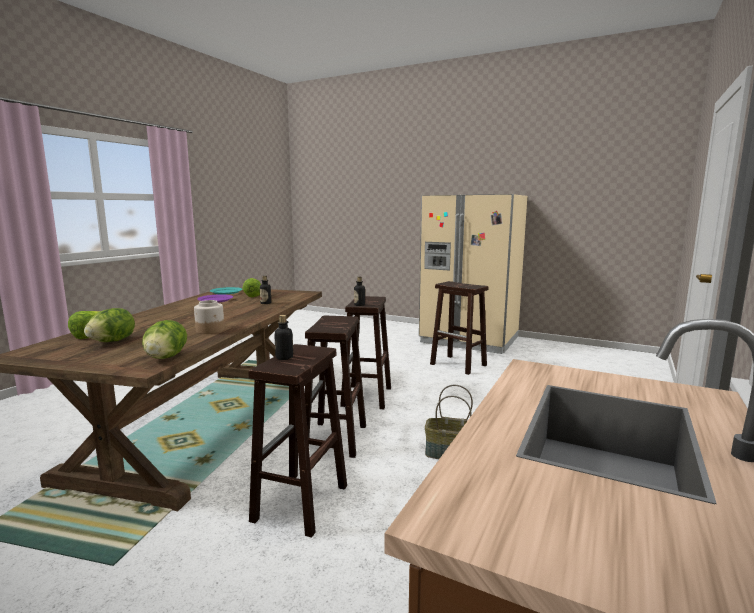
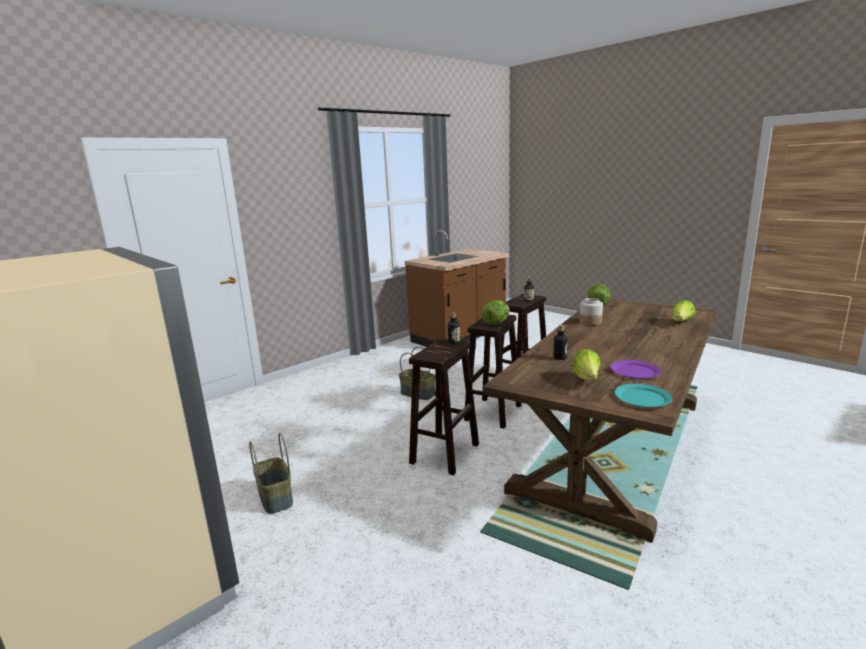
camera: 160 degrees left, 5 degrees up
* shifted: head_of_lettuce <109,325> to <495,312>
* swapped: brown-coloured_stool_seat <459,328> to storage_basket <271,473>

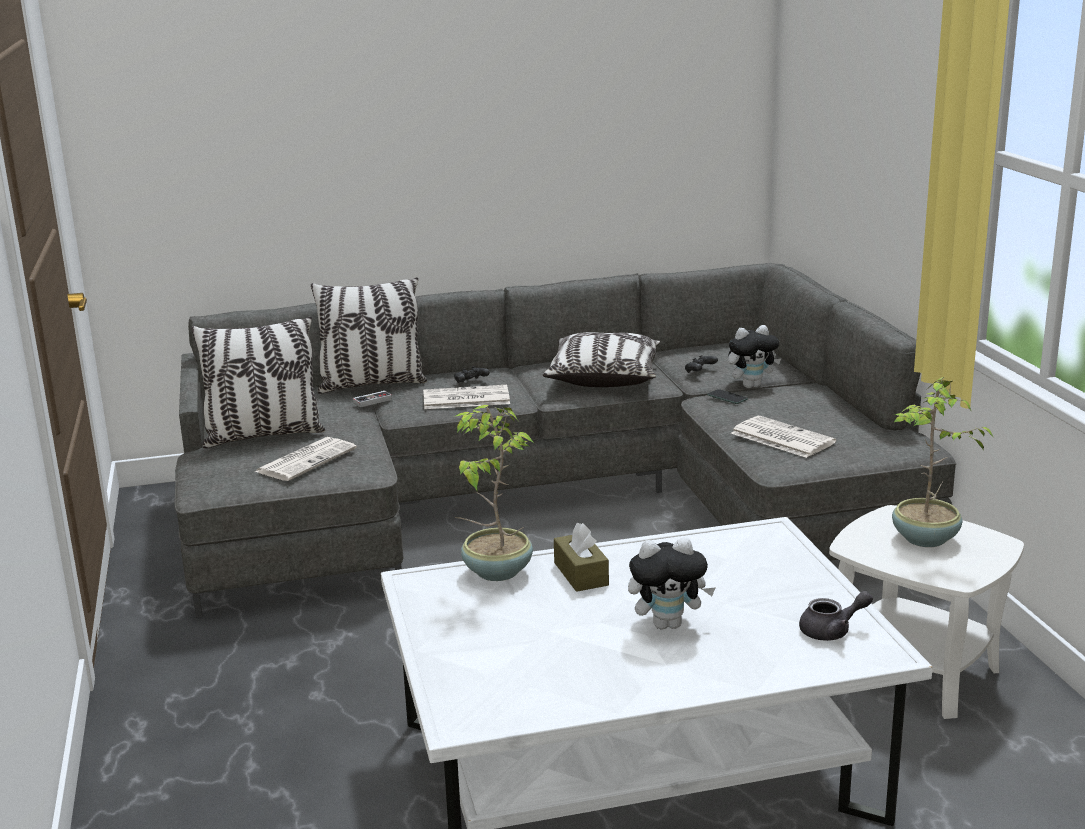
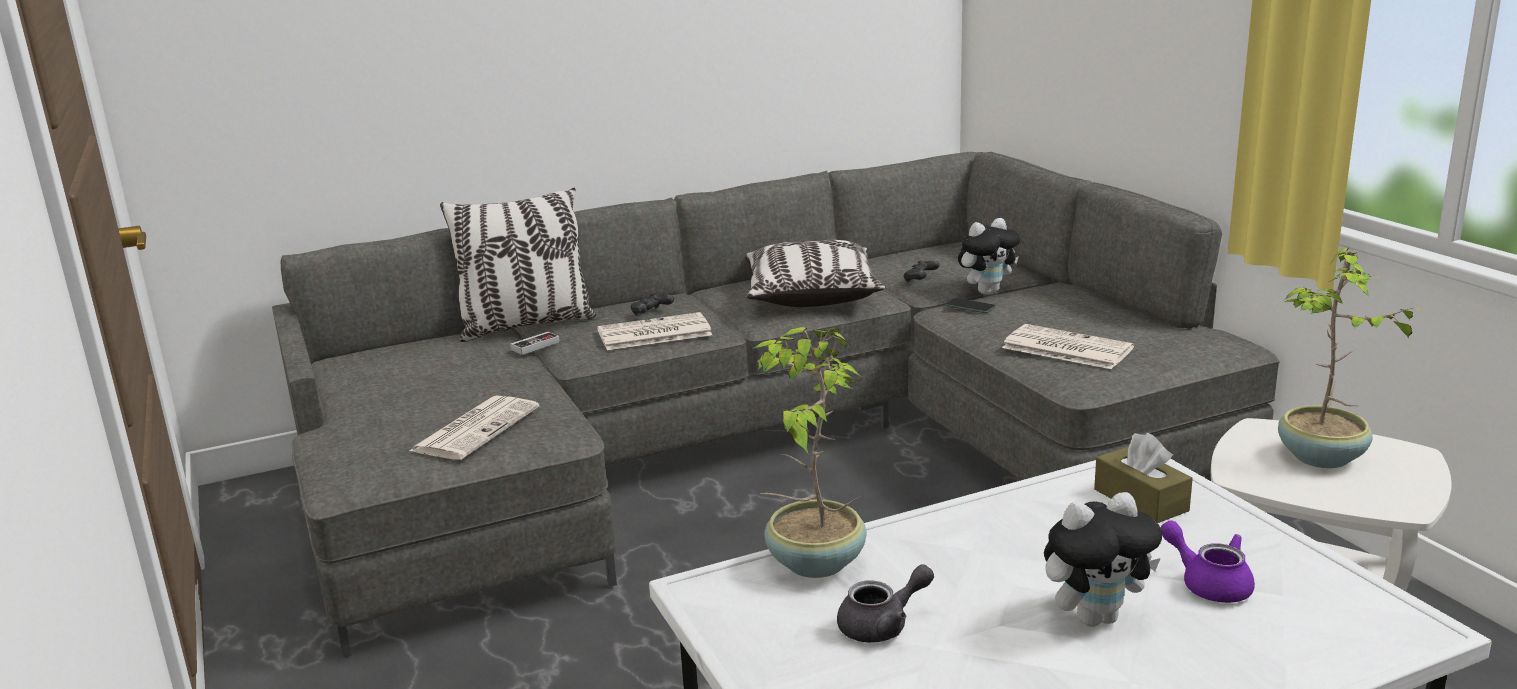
camera: 10 degrees left, 0 degrees up
* gone: throw_pillow <258,382>
* shifted: brown-coloured_box_of_tissues <581,557> to <1143,478>
* shifted: grey_teapot <836,616> to <885,603>
* new: purplish_teapot <1207,561>

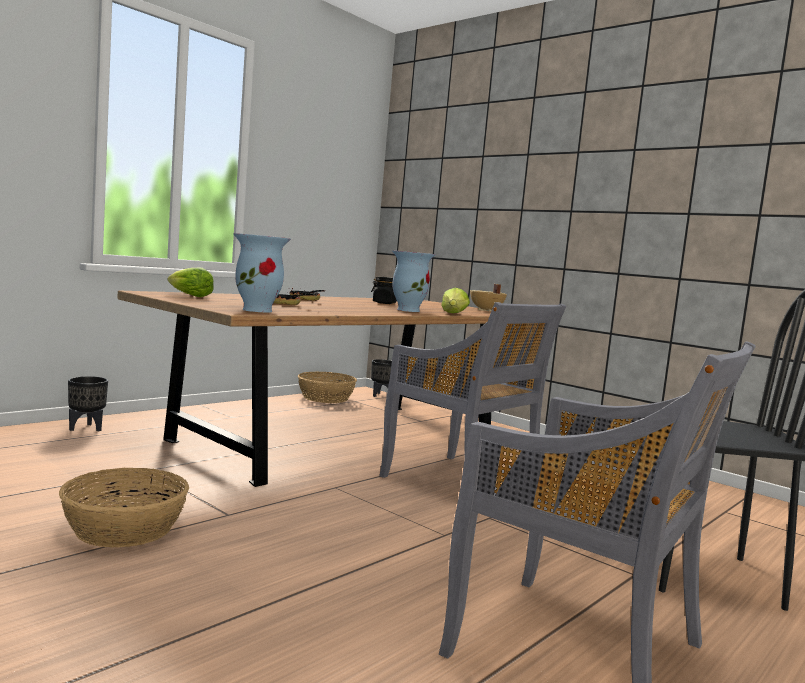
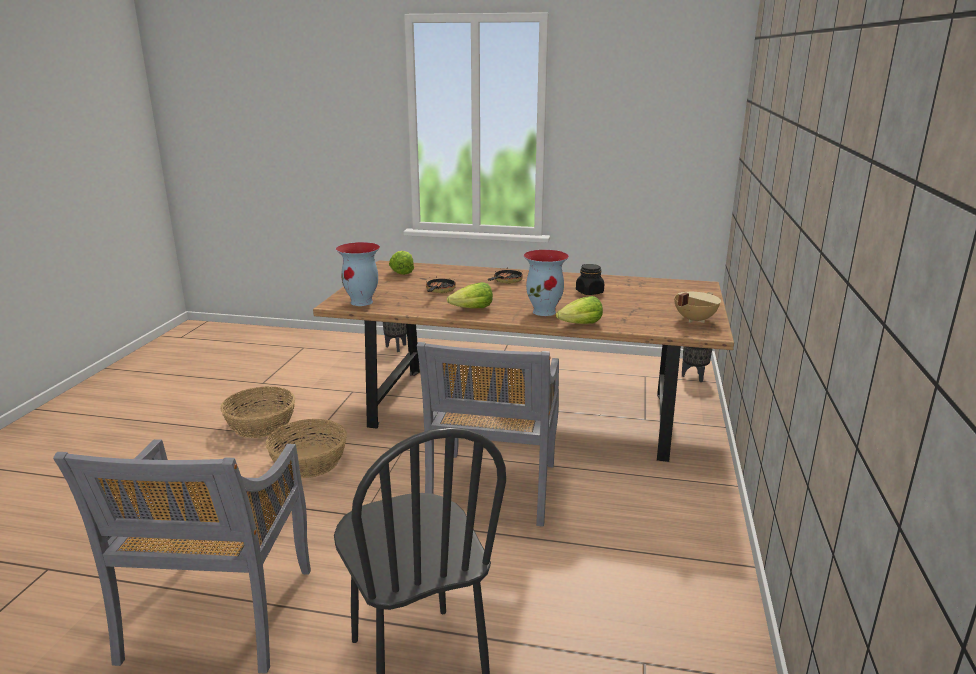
camera: 60 degrees right, 15 degrees up
* shifted: storage_basket <327,387> to <306,448>
* new: head_of_lettuce <470,295>

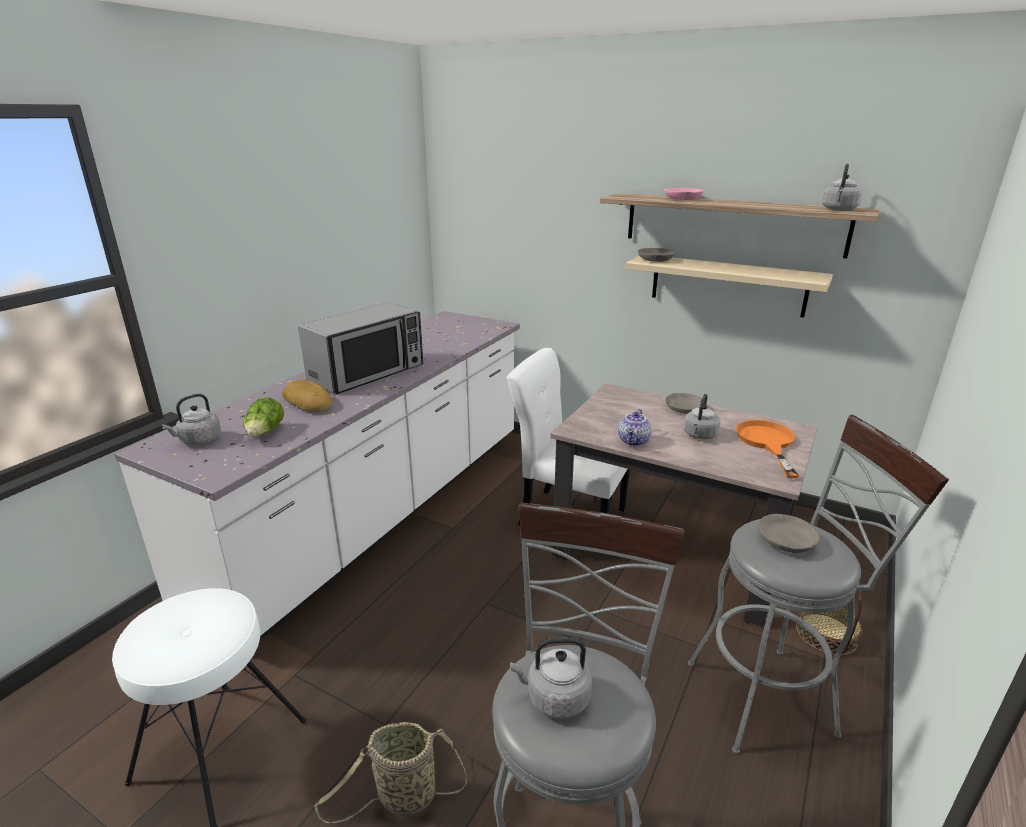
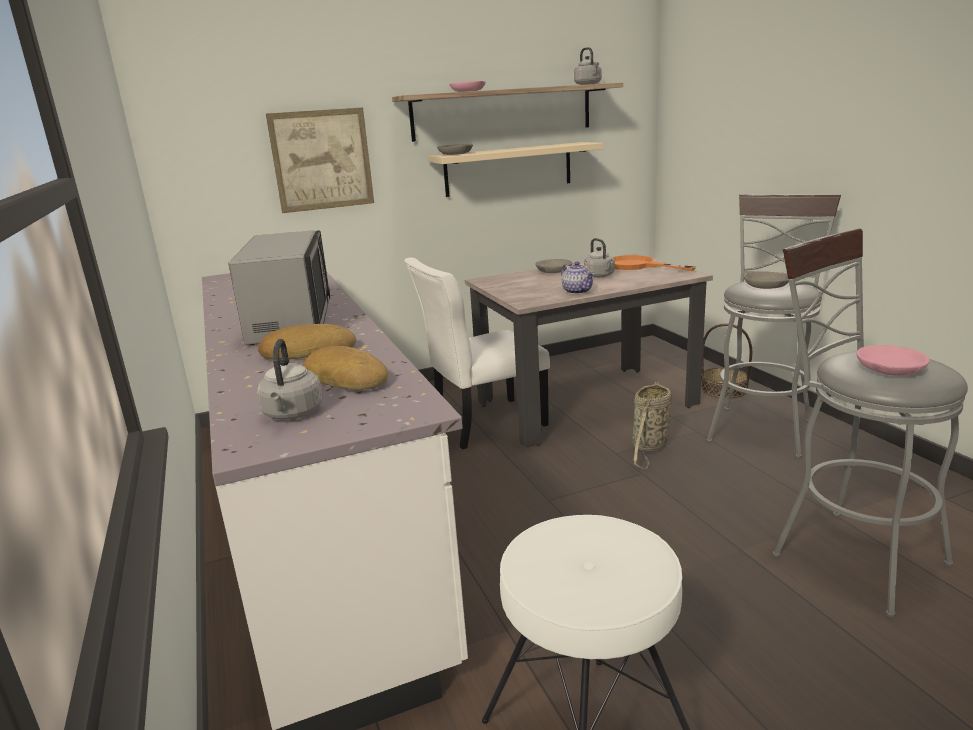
camera: 50 degrees left, 5 degrees down
* swapped: head_of_lettuce <264,417> to bakery_bread <345,368>
* shifted: storage_basket <390,772> to <652,425>
* swapped: grey_tea_kettle <551,678> to pink_bowl <893,360>
* new: wall_picture <320,160>

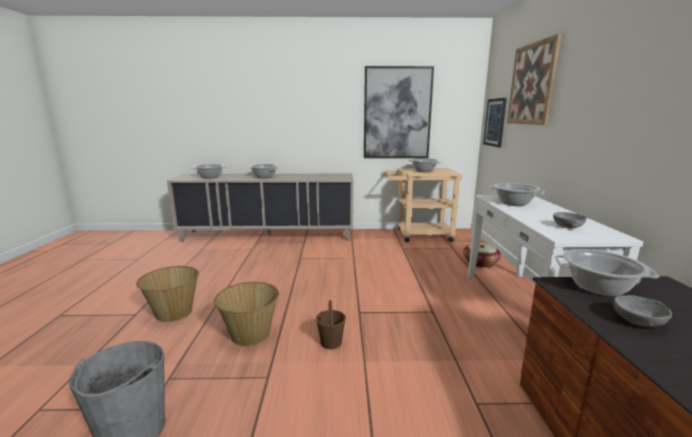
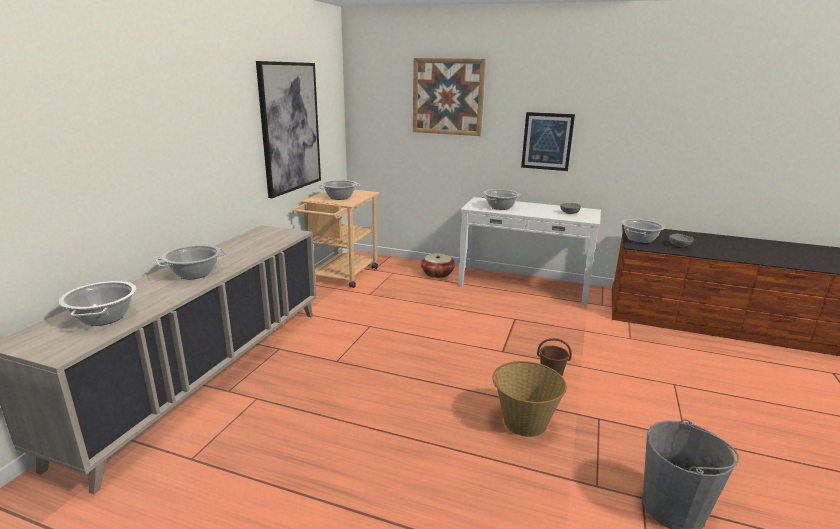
camera: 70 degrees left, 5 degrees up
* gone: storage_basket <167,294>
* shifted: wall_picture <495,122> to <548,141>

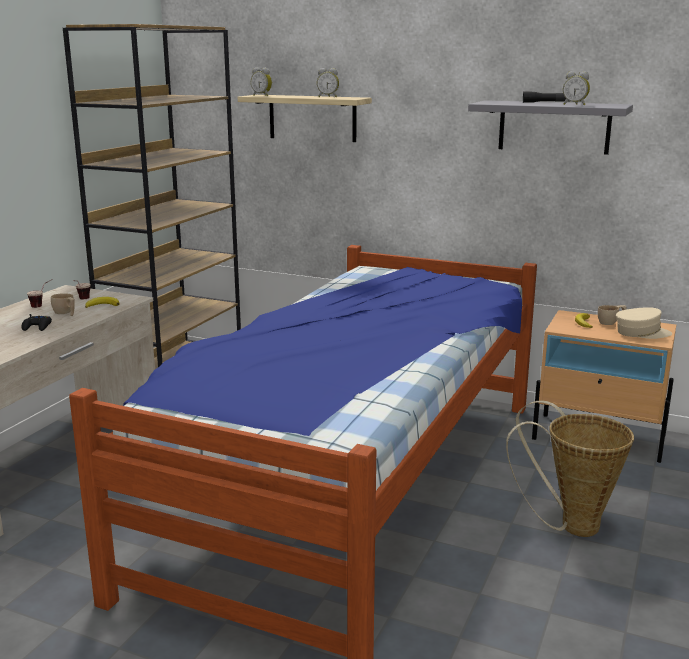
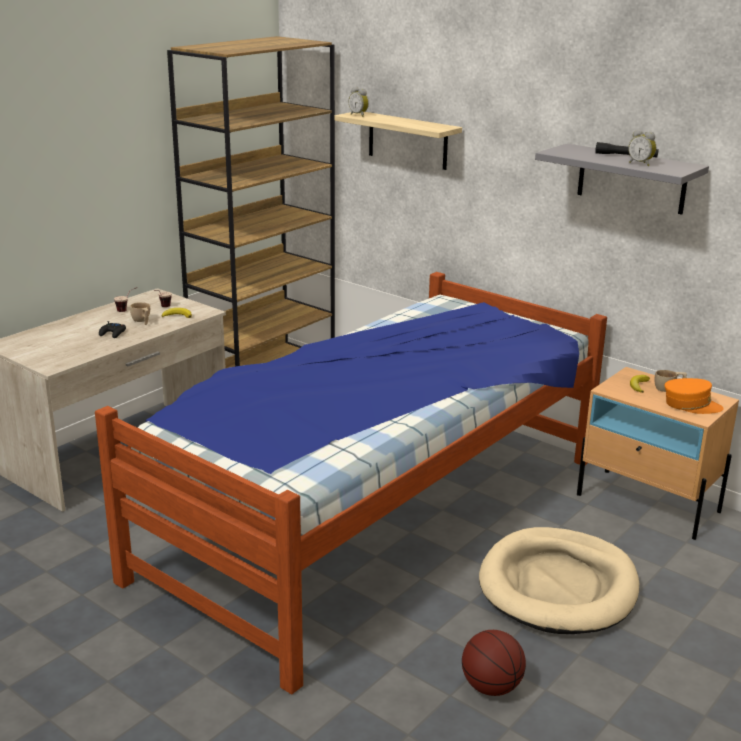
camera: 15 degrees right, 5 degrees up
* gone: table_clock <328,82>
* swapped: storage_basket <570,468> to beige_pet_bed <559,580>
* repainted: beige_peaked_cap <644,323> to orange_peaked_cap <694,396>
* new: basketball <494,663>

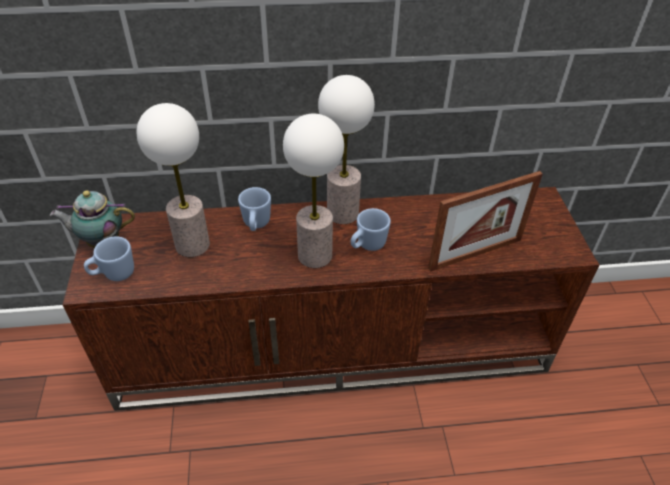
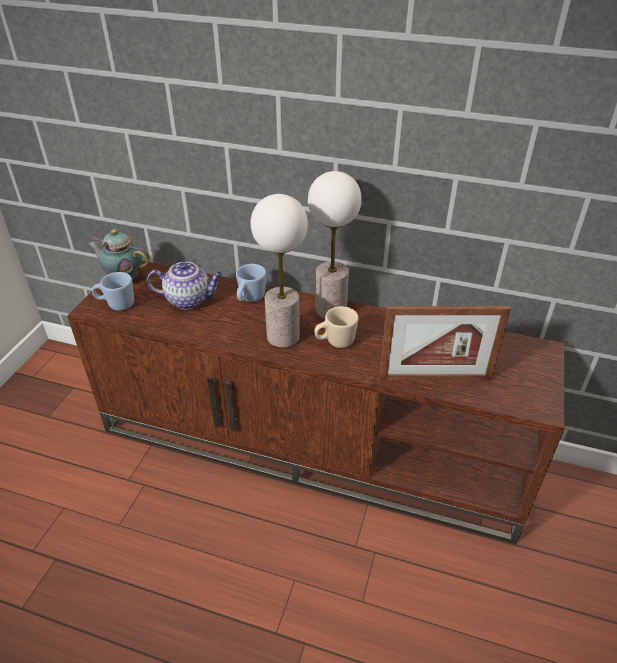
camera: 25 degrees right, 5 degrees down
* swapped: tabletop_lamp <173,180> to teapot <185,285>
* repainted: bluish_mug <371,229> to beige_mug <336,327>

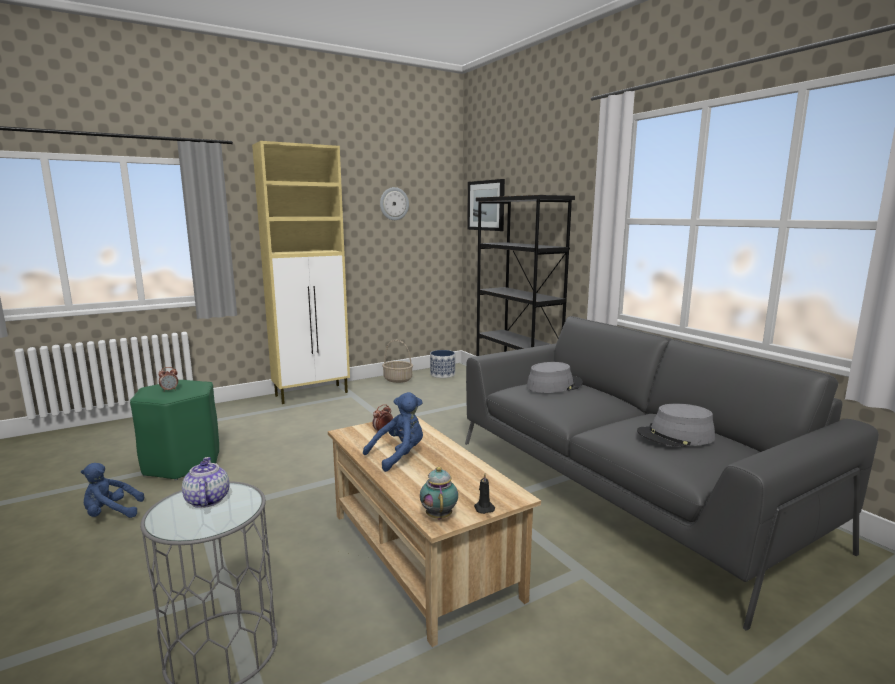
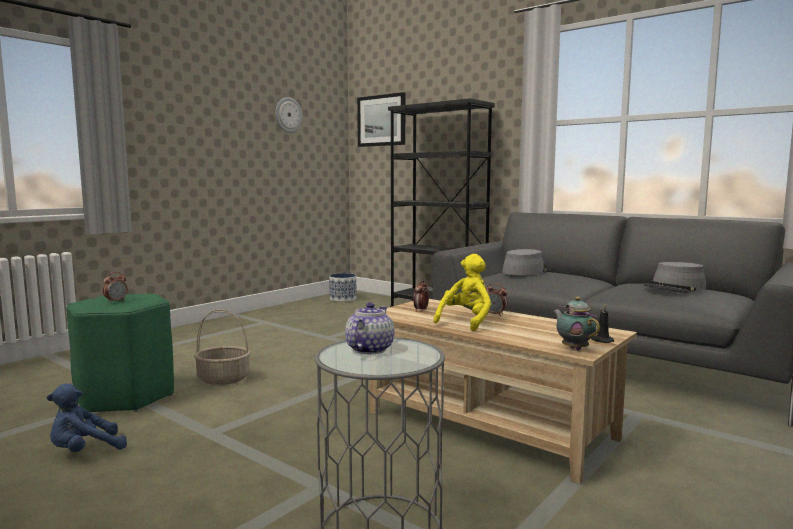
camera: 20 degrees left, 5 degrees down
* rotated: teapot <205,482> = <369,328> 60 degrees clockwise
* gone: beige_storage_cabinet <301,272>
* repainted: bluish_cuddly_toy <393,432> to yellowish_cuddly_toy <462,292>
* shifted: storage_basket <397,361> to <222,347>
* new: table_clock <497,299>

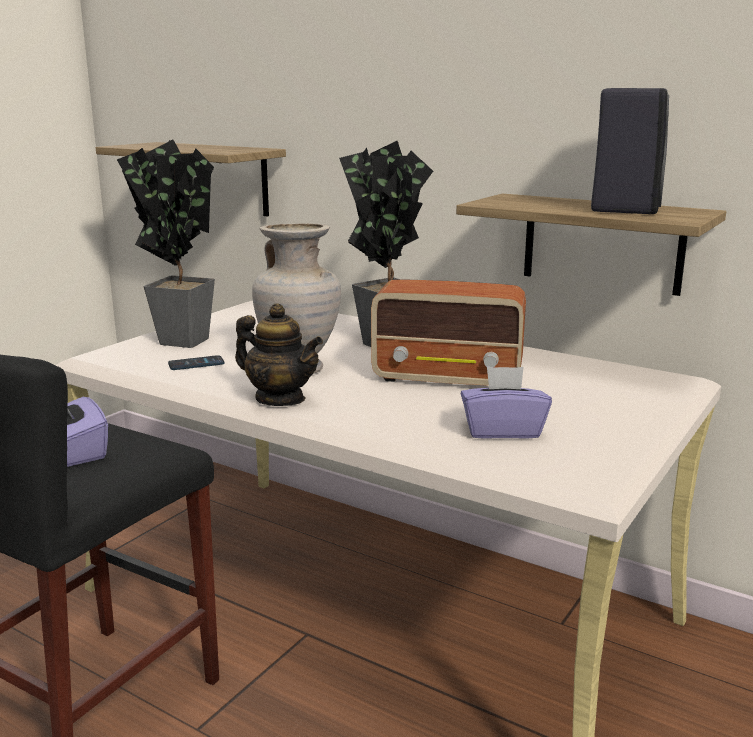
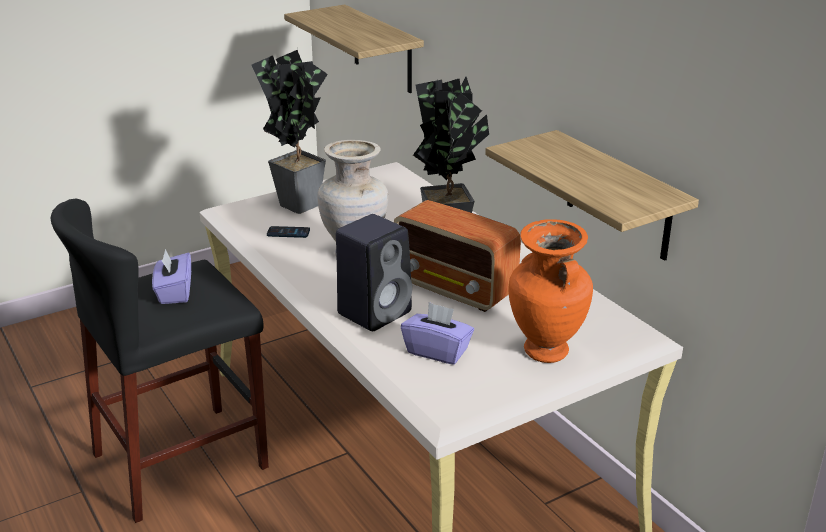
camera: 25 degrees right, 10 degrees up
* gone: teapot <279,354>
* shifted: blackish_loudspeaker <630,151> to <374,272>
* new: orange_decorative_vase <550,291>

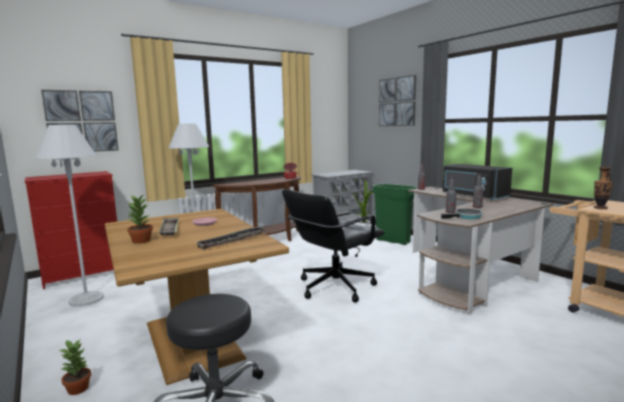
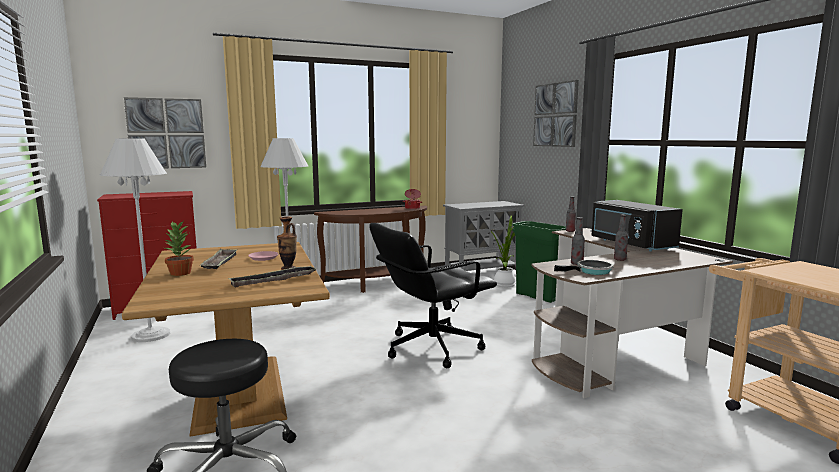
camera: 10 degrees right, 0 degrees up
* gone: houseplant <75,367>
* shifted: decorative_vase <603,188> to <287,243>

